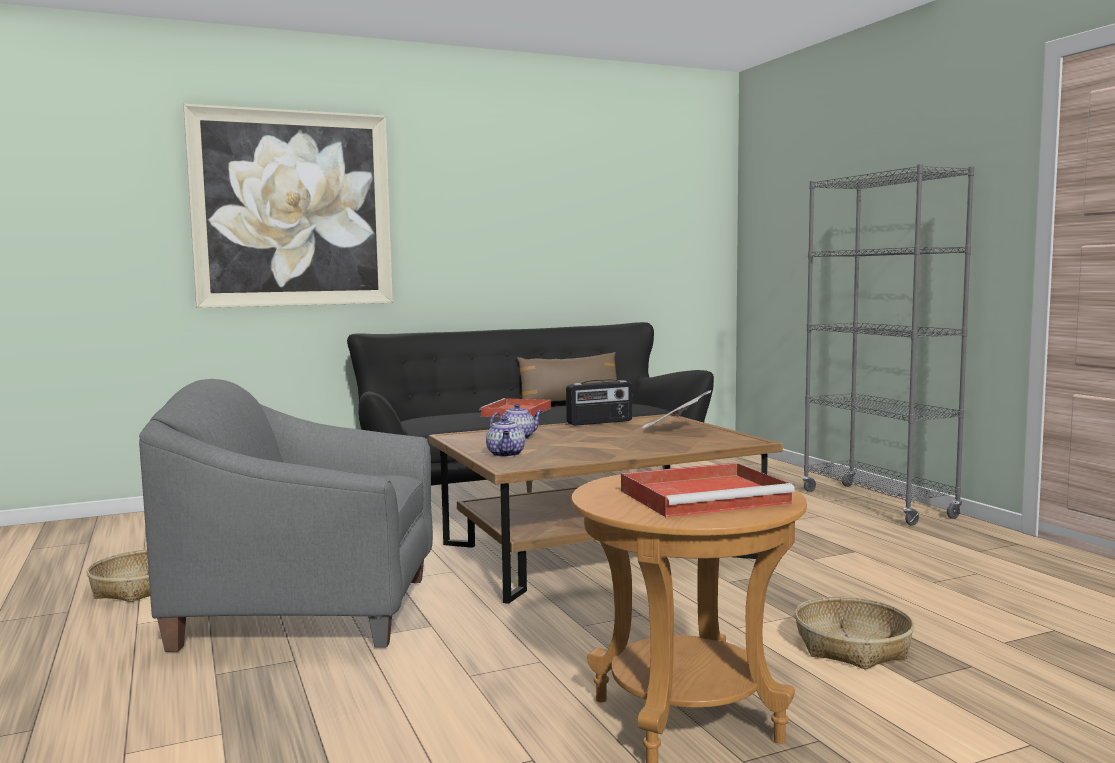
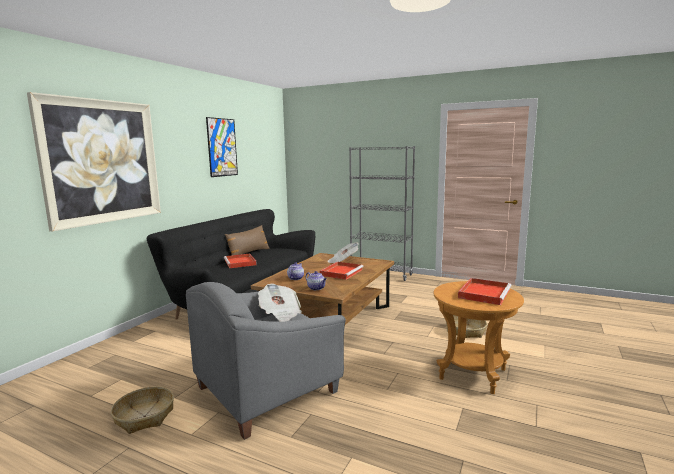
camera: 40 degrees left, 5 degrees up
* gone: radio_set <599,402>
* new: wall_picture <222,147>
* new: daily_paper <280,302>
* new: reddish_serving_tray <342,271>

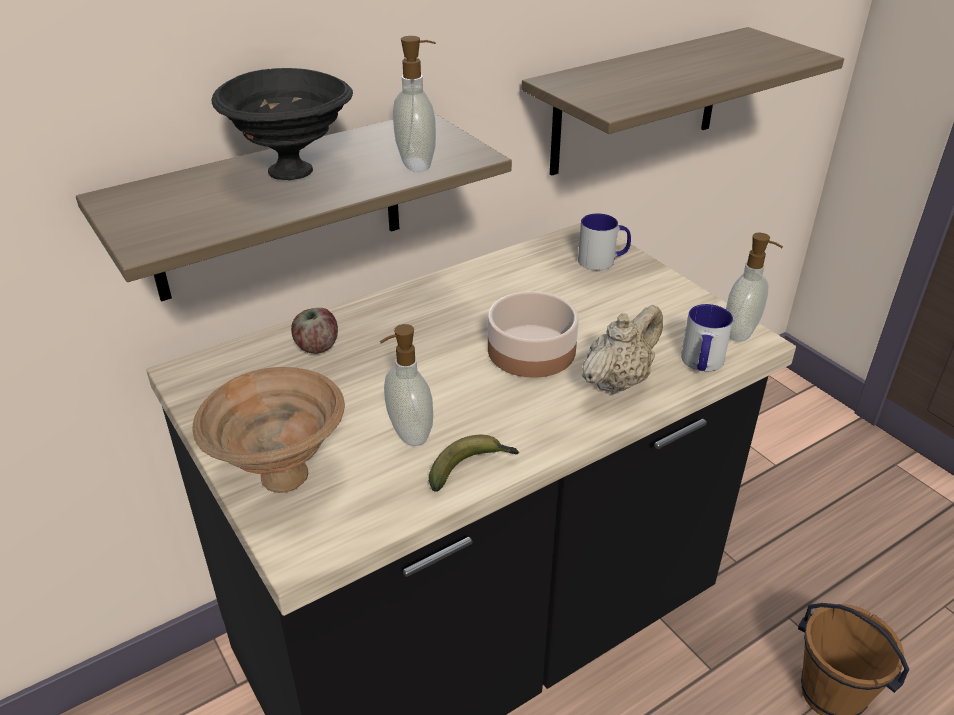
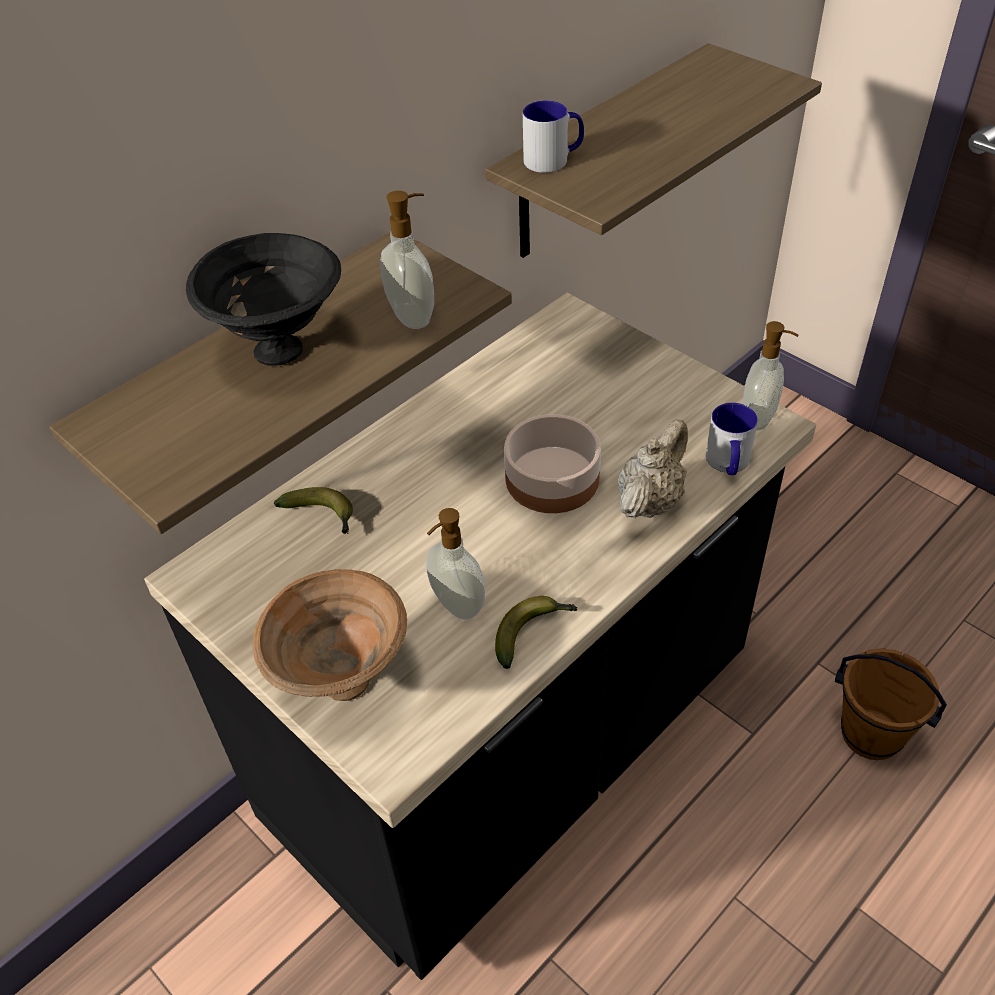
camera: 10 degrees left, 10 degrees up
* swapped: apple <314,331> to whole_banana <313,510>
* shifted: mug <604,241> to <553,137>

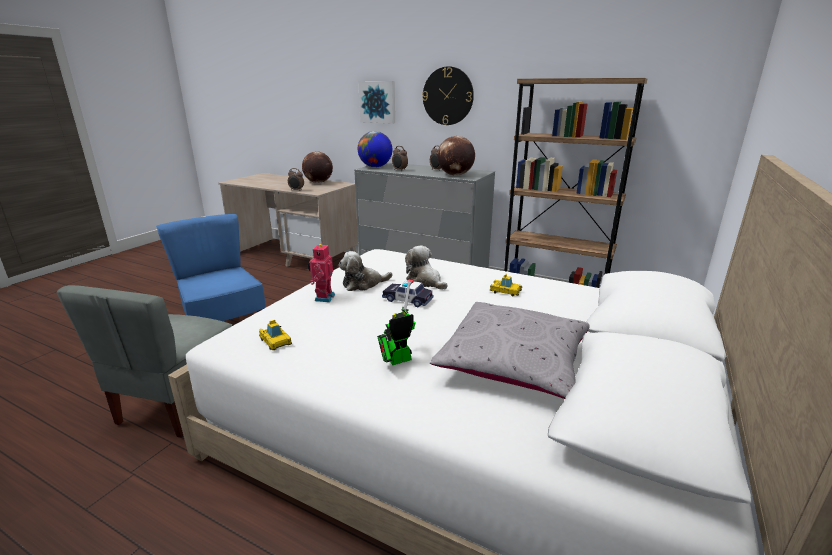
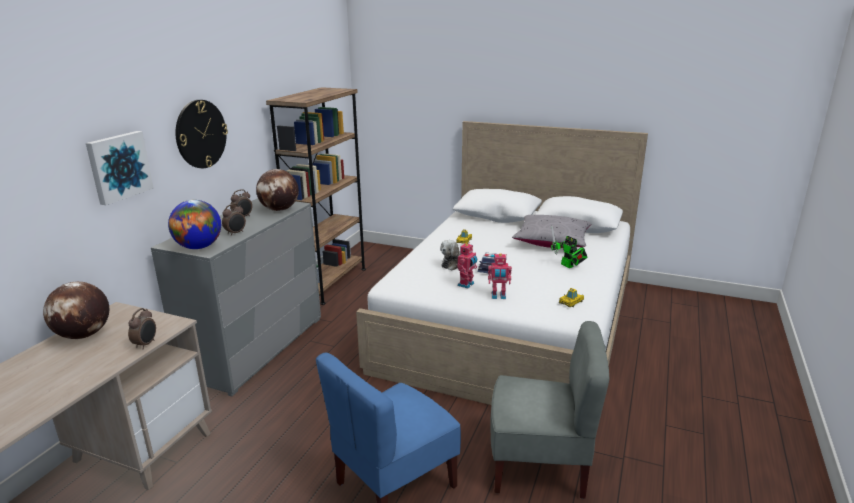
camera: 95 degrees left, 0 degrees up
* swapped: cuddly_toy <365,271> to model_robot <467,265>

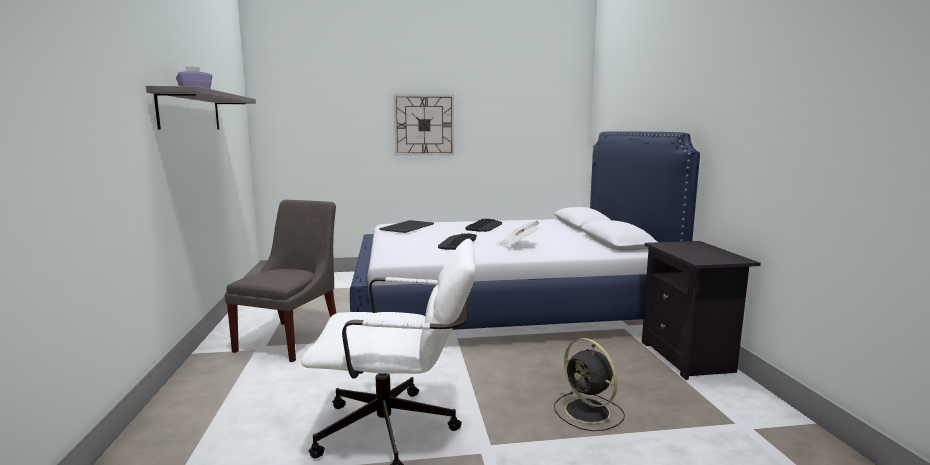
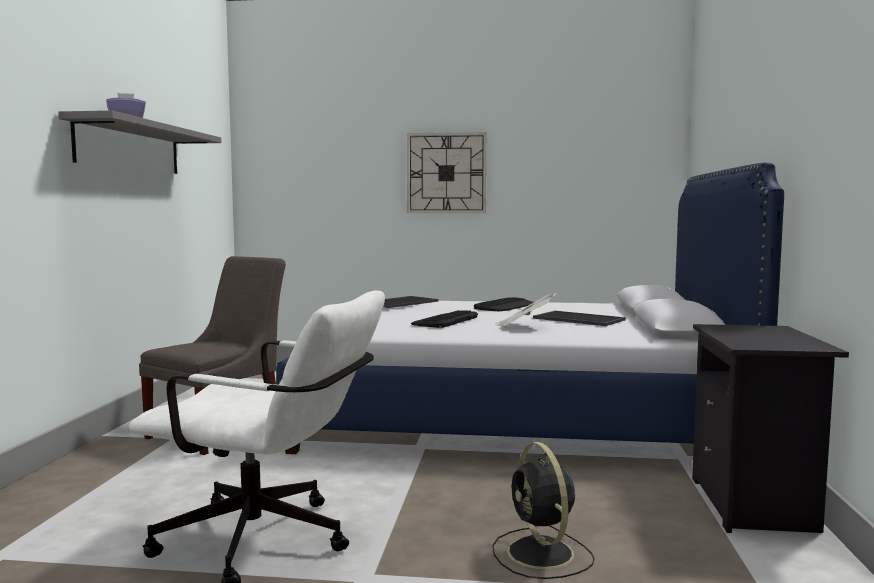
camera: 15 degrees right, 5 degrees down
* new: serving_tray <579,318>

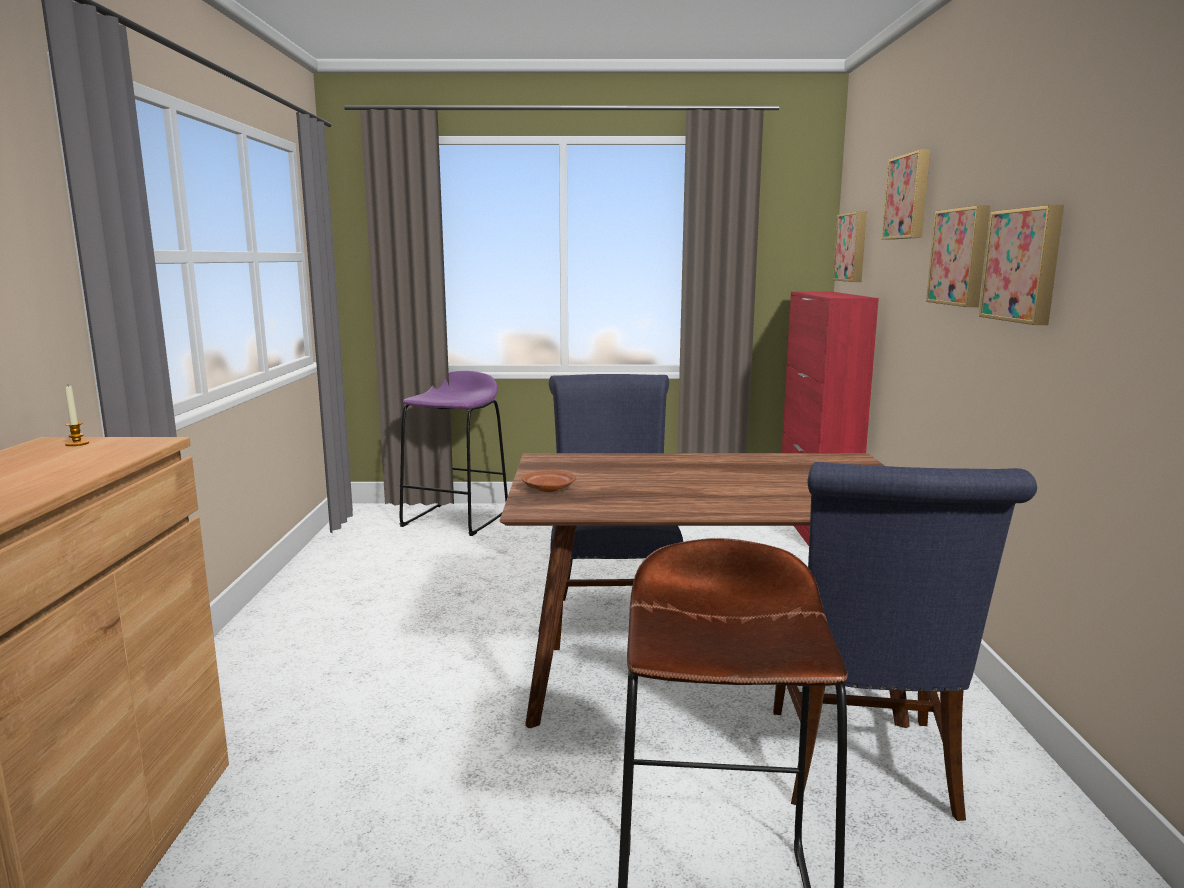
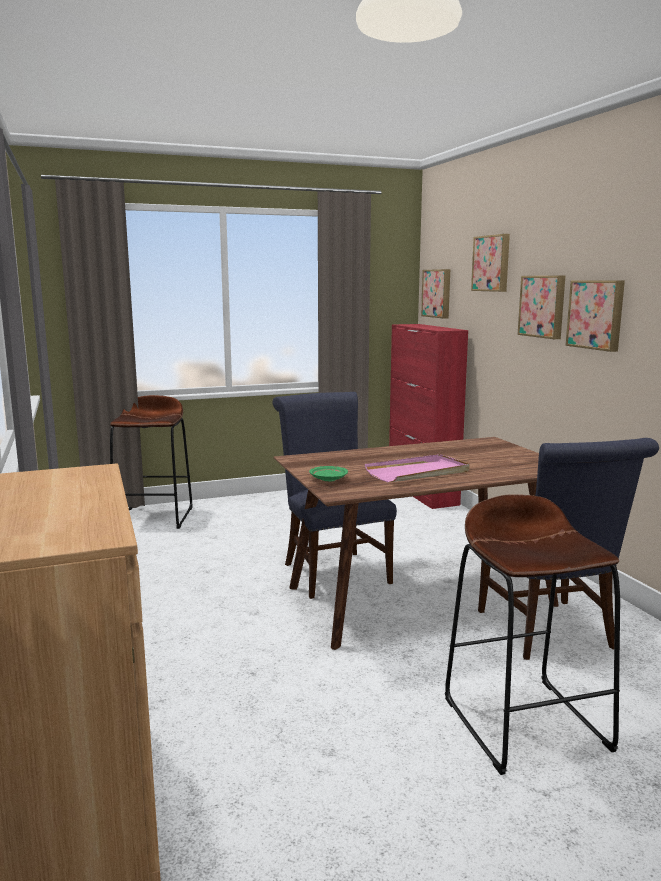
camera: 20 degrees left, 0 degrees up
* gone: wax_light <77,416>
* repainted: purplish_stool_seat <454,453> to brown-coloured_stool_seat <151,462>
* repainted: brown-coloured_dinner_plate <548,481> to greenish_dinner_plate <328,474>
* new: pink_serving_tray <417,468>

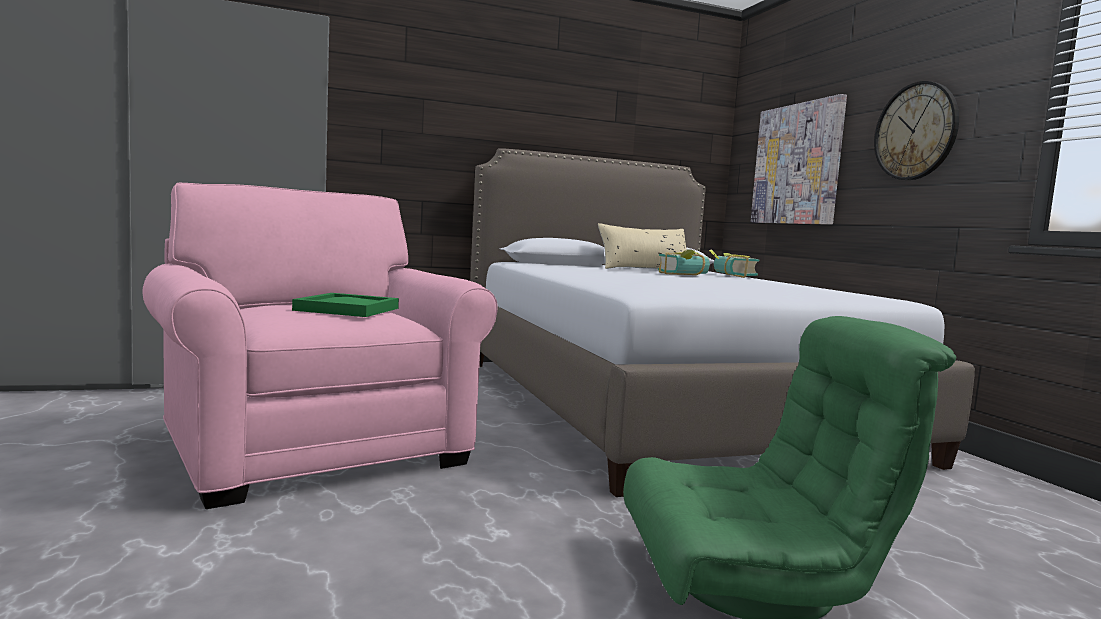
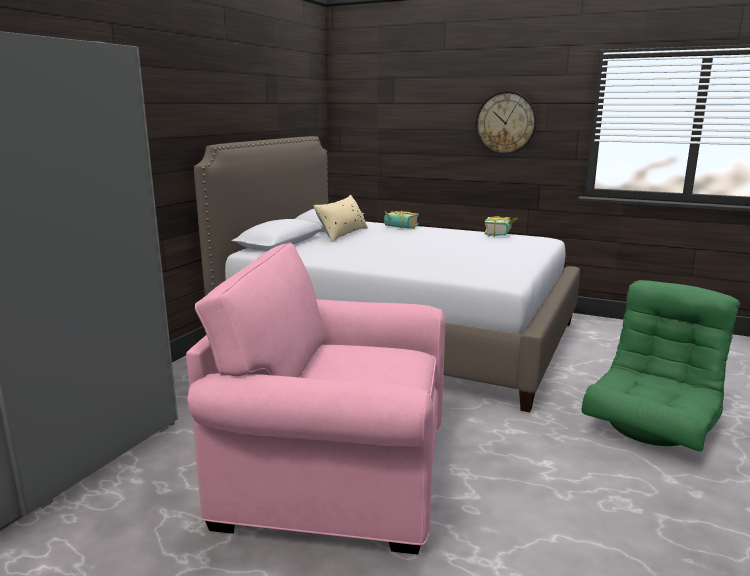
camera: 45 degrees left, 10 degrees up
* gone: greenish_serving_tray <345,305>
* shifted: volume <684,262> to <501,226>
* gone: wall_picture <798,159>

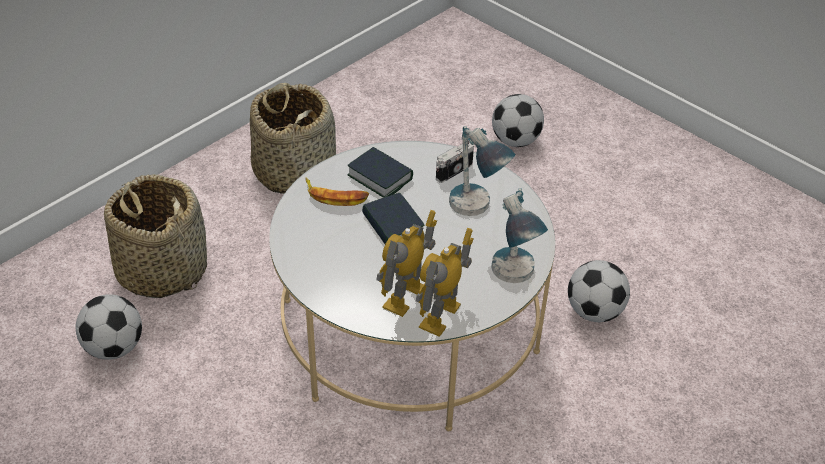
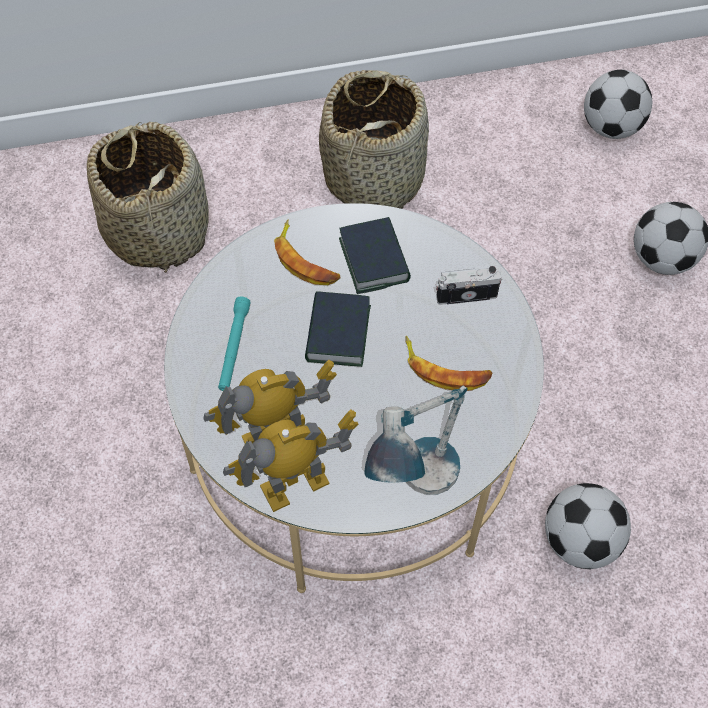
camera: 35 degrees right, 15 degrees up
* shifted: ball_for_football <109,327> to <618,104>
* swapped: tabletop_lamp <482,171> to whole_banana <448,363>
* new: turquoise-coloured_torch <234,344>

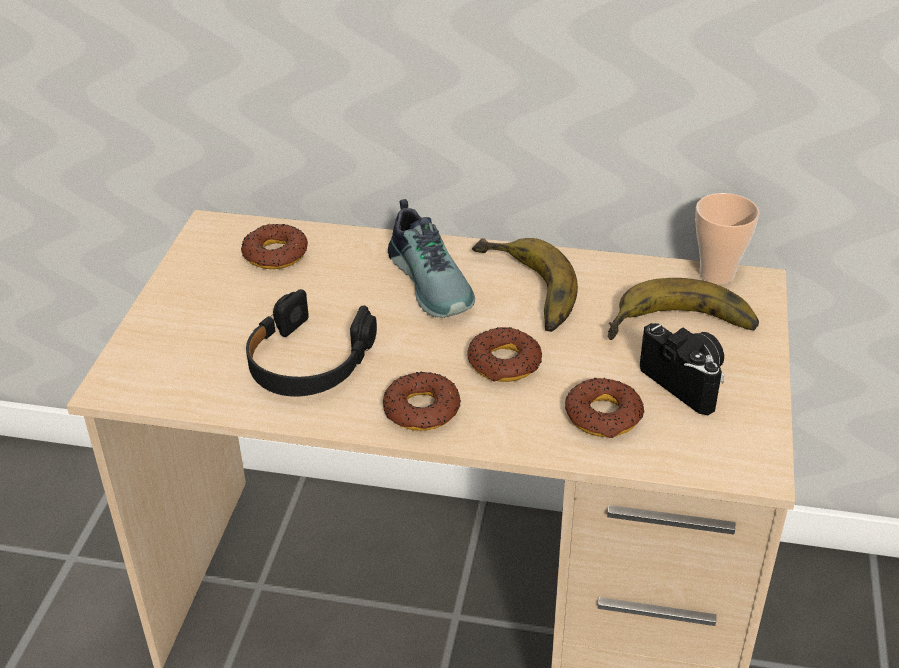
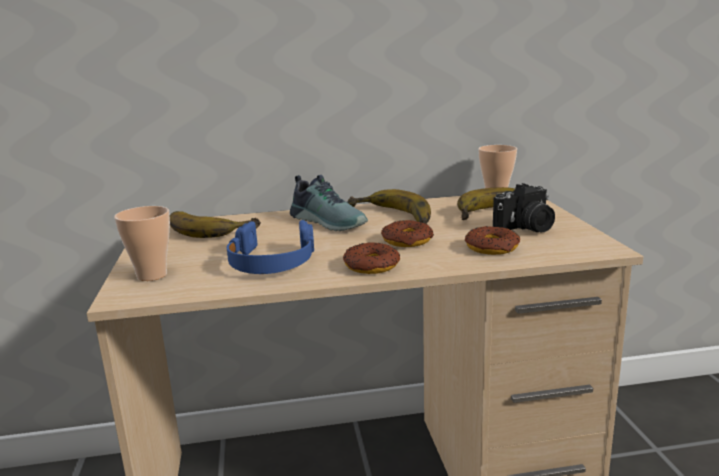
camera: 20 degrees left, 20 degrees down
* swapped: doughnut <274,246> to whole_banana <215,224>
* repainted: blackish_pair_of_headphones <311,343> to bluish_pair_of_headphones <270,247>
* rotated: photo_camera <682,369> = <524,207> 120 degrees clockwise
* new: small_cup <142,243>

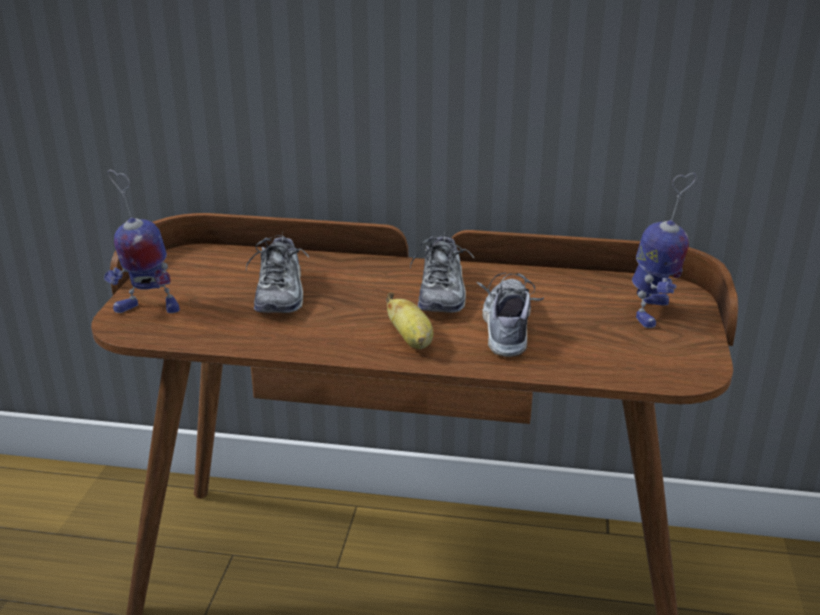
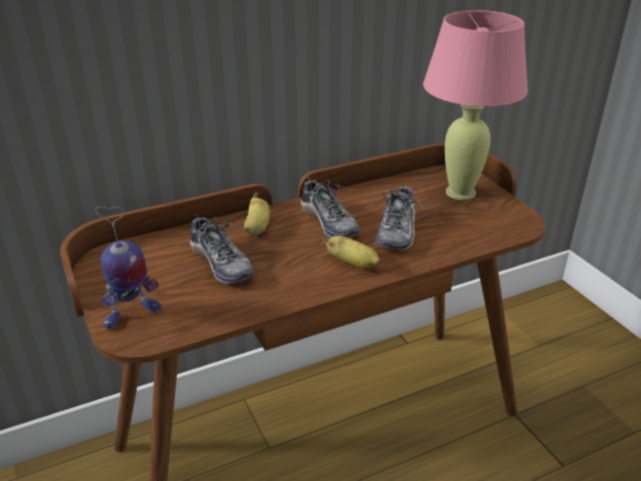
camera: 35 degrees left, 5 degrees up
* rotated: low_shoe <510,315> = <398,218> 135 degrees counterclockwise
* swapped: model_robot <664,250> to pink_tabletop_lamp <475,105>
* new: whole_banana <257,214>

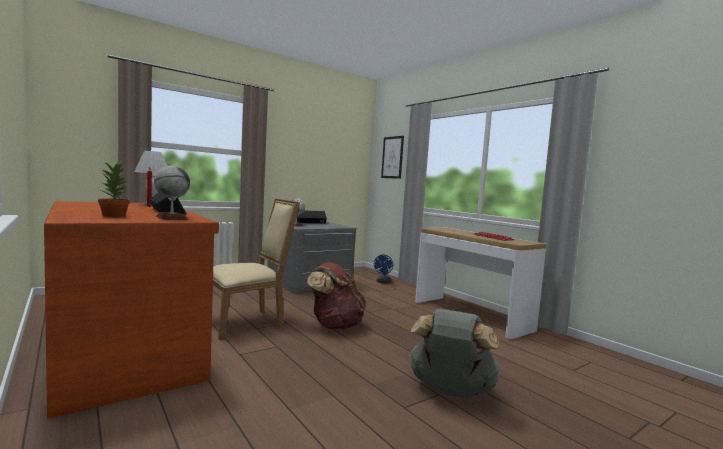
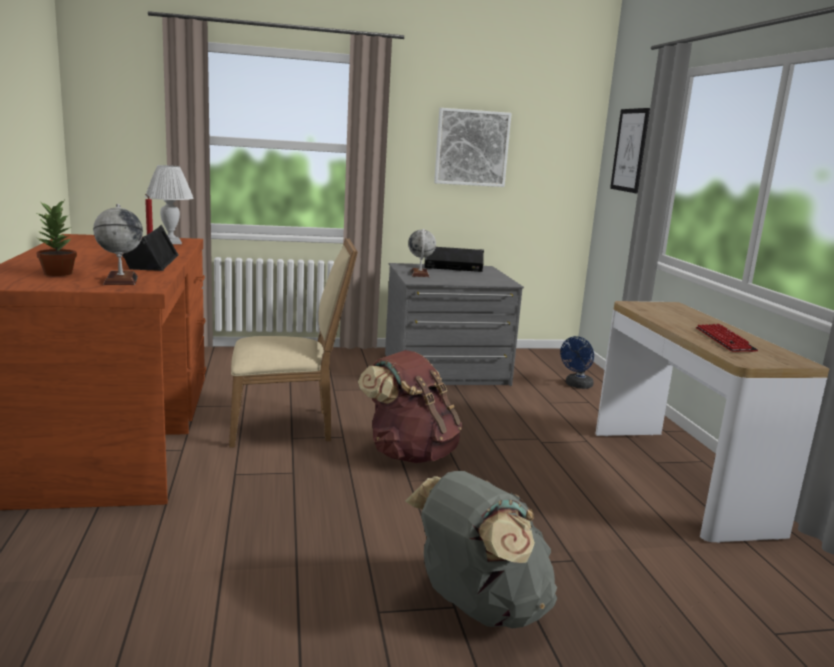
camera: 25 degrees right, 10 degrees up
* new: wall_picture <473,147>

